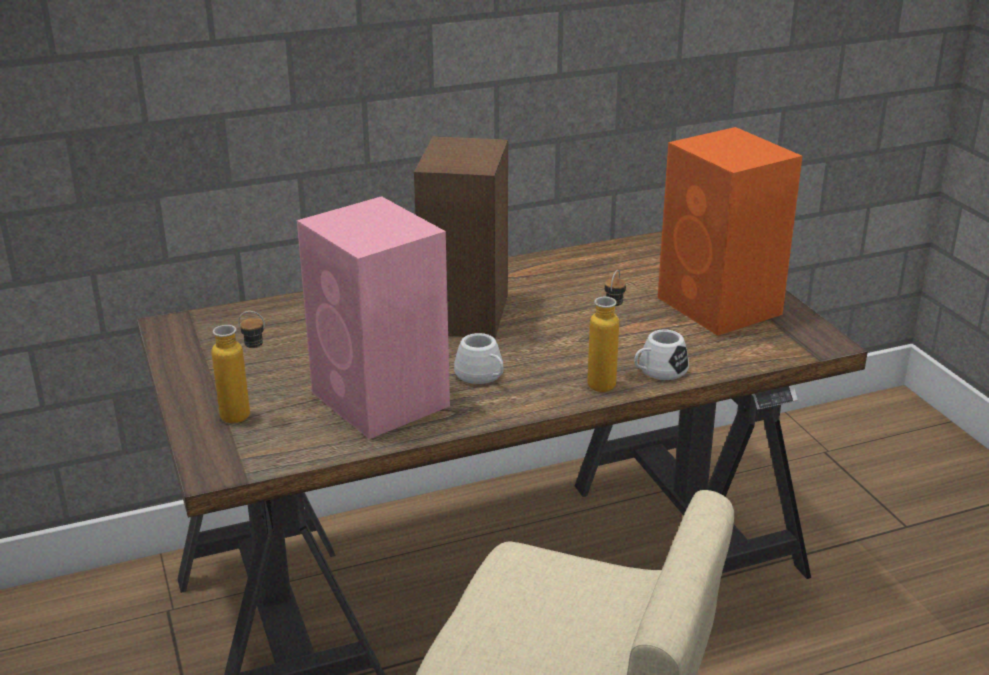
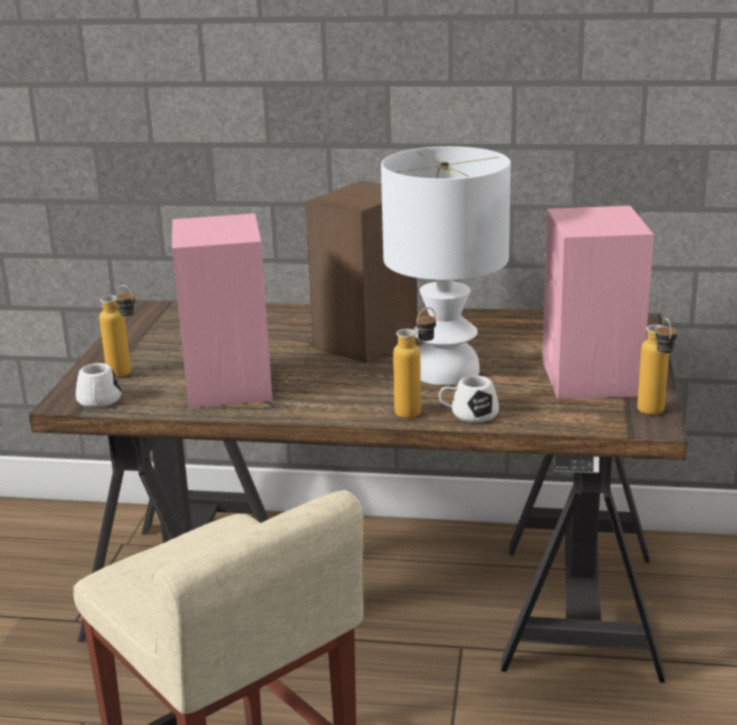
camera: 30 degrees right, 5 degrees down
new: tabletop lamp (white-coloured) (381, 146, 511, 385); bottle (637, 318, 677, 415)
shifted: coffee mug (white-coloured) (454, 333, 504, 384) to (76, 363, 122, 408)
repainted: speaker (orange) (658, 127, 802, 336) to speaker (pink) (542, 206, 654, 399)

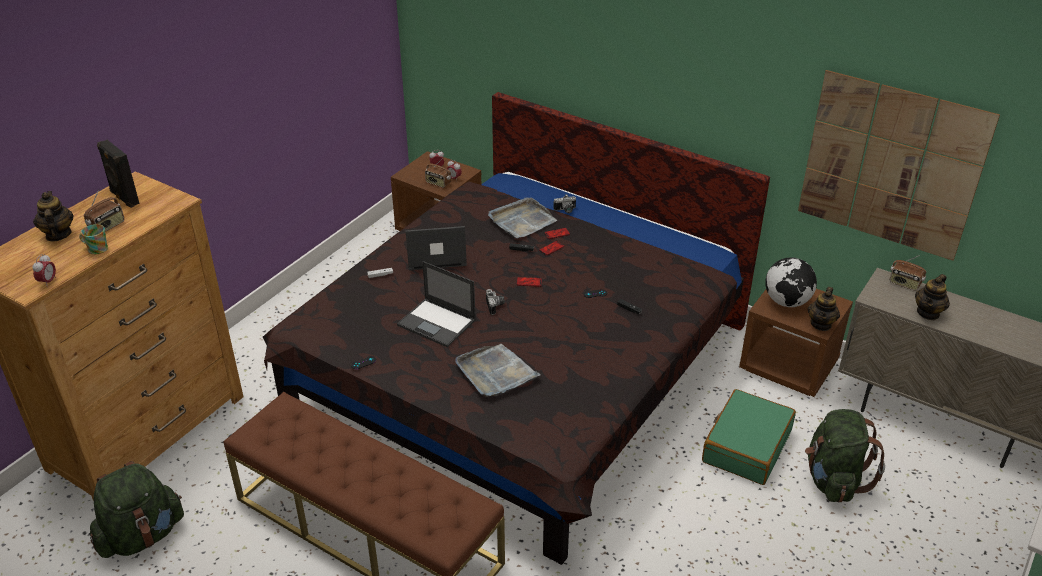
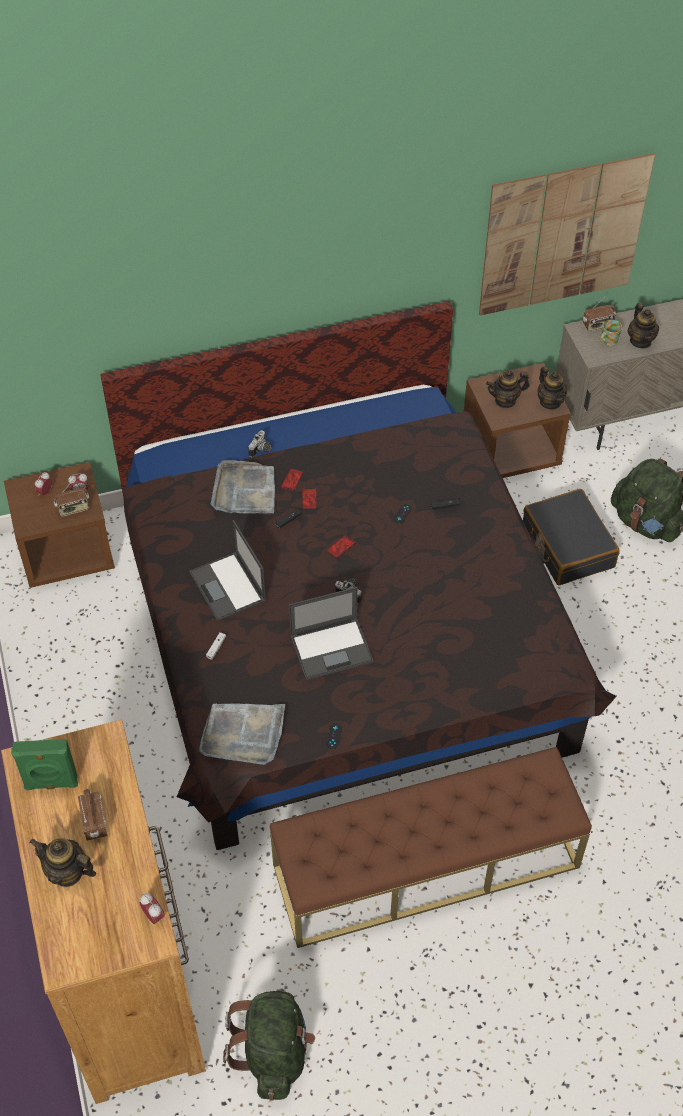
camera: 50 degrees left, 15 degrees up
shifted: tray (greyish) (455, 344, 541, 397) to (199, 703, 285, 765); coffee mug (79, 224, 108, 254) to (600, 320, 622, 346)
swapped: world globe (765, 258, 817, 307) to teapot (486, 370, 530, 408)
repainted: speaker (black-coloured) (97, 140, 140, 208) to speaker (green) (11, 739, 78, 790); piece of luggage (green) (702, 389, 796, 485) to piece of luggage (black-coloured) (523, 489, 620, 585)
rotated: portable computer (406, 226, 467, 270) = (189, 520, 266, 621) 60 degrees counterclockwise

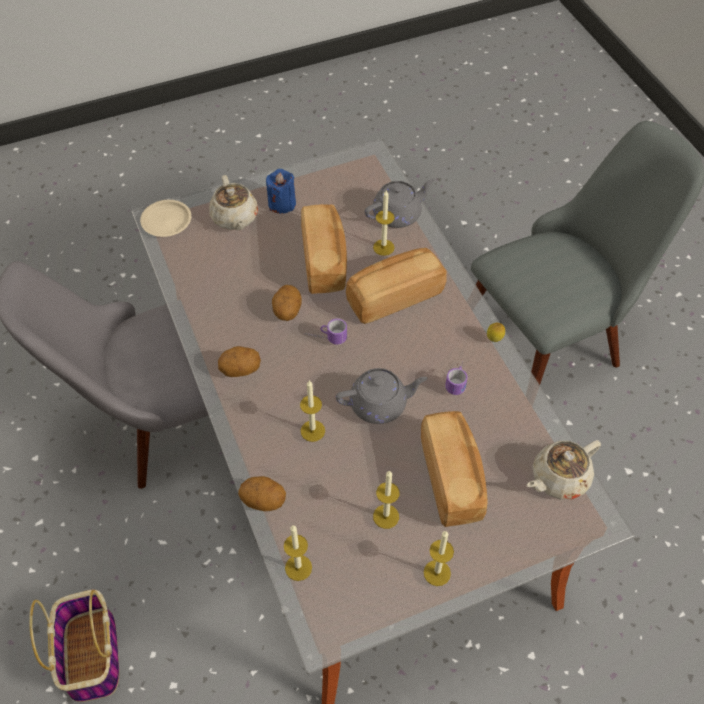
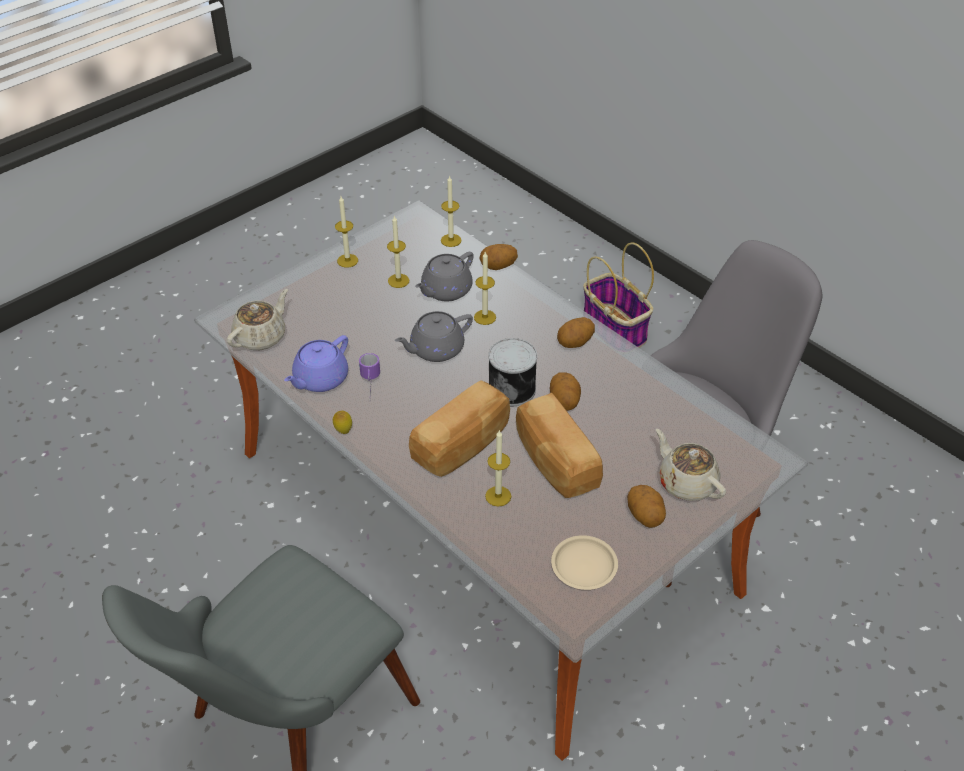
camera: 160 degrees right, 10 degrees down
gone: baked bread (421, 411, 488, 527)
new: teapot (purple-coloured) (284, 335, 348, 392)
shifted: teapot (greyish) (365, 179, 435, 228) to (415, 252, 474, 302); dinner plate (sand-coloured) (140, 200, 191, 237) to (551, 535, 618, 590)
swapped: coffee mug (306, 319, 347, 345) to metal can (488, 338, 537, 406); wax light (blue-coloured) (266, 169, 296, 214) to potato (627, 485, 666, 528)

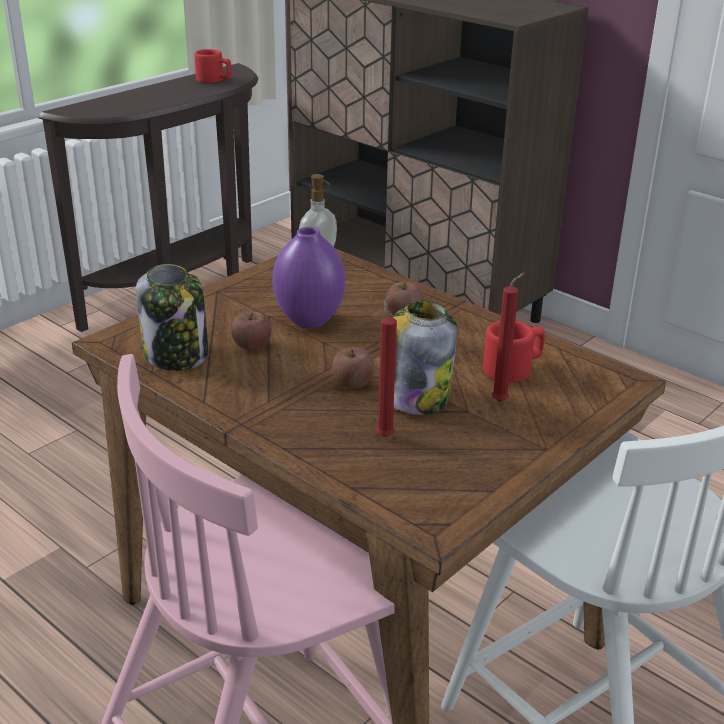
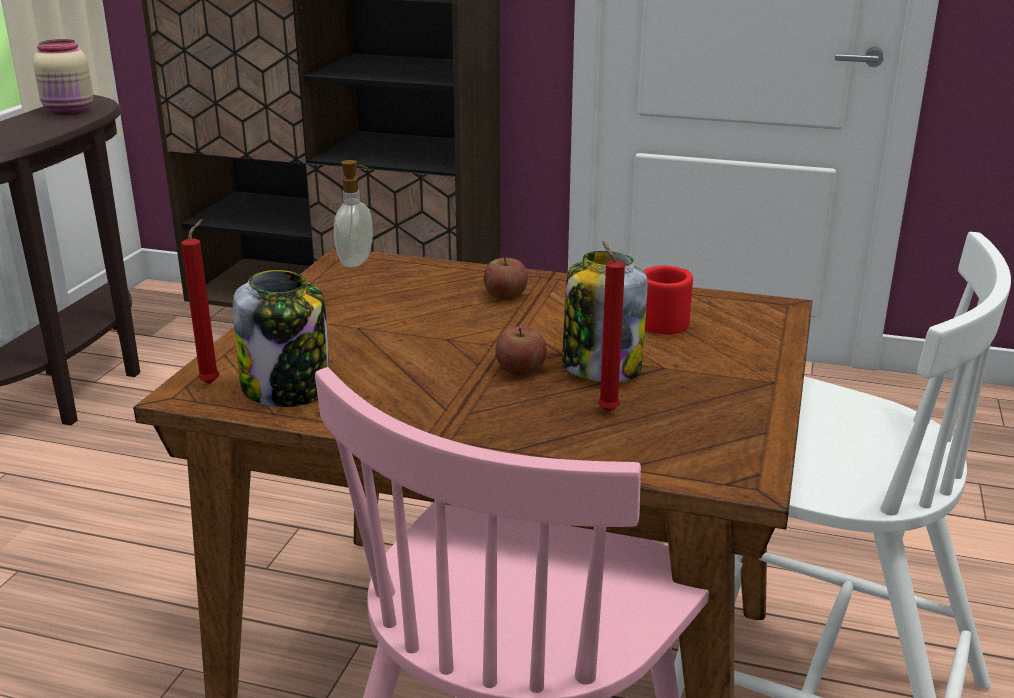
camera: 25 degrees left, 5 degrees down
gone: apple (231, 311, 272, 351); decorative vase (purple-coloured) (272, 227, 346, 328)
shifted: wax light (red) (492, 273, 524, 402) to (181, 219, 219, 384)
swapped: coffee mug (red) (194, 49, 232, 83) to jar (sand-coloured) (33, 39, 93, 115)

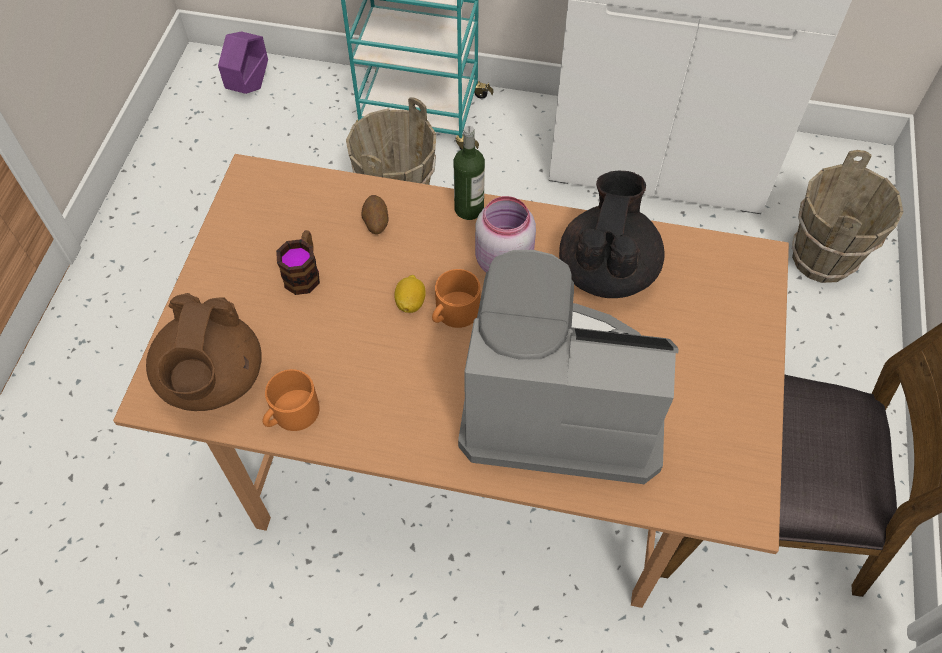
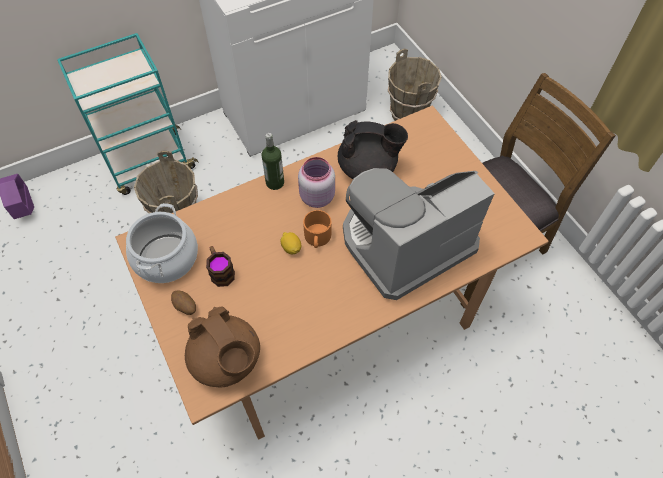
camera: 40 degrees left, 0 degrees up
gone: coffee mug (orange) (263, 369, 320, 431)
new: stockpot (126, 203, 198, 283)
shifted: potato (362, 195, 389, 234) to (171, 291, 196, 315)
rotated: teapot (black-coloured) (559, 171, 665, 298) = (338, 120, 408, 179) 120 degrees clockwise

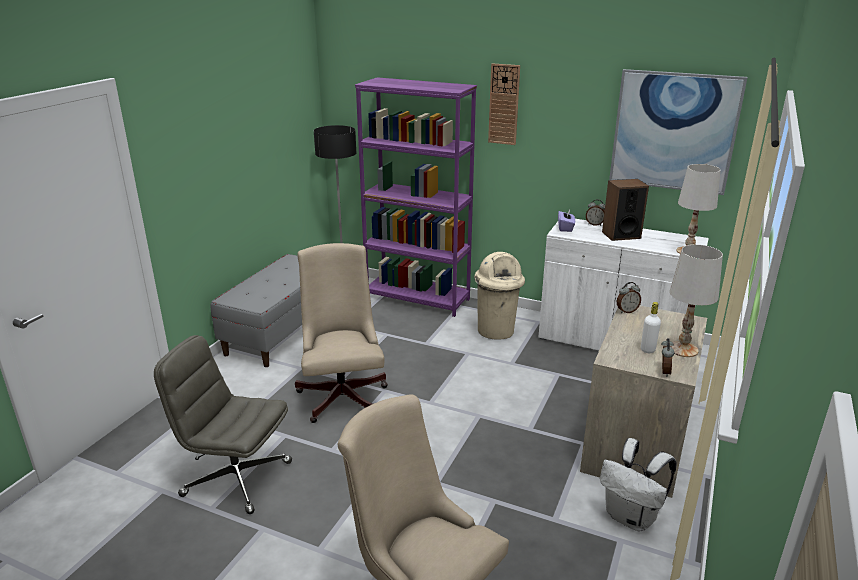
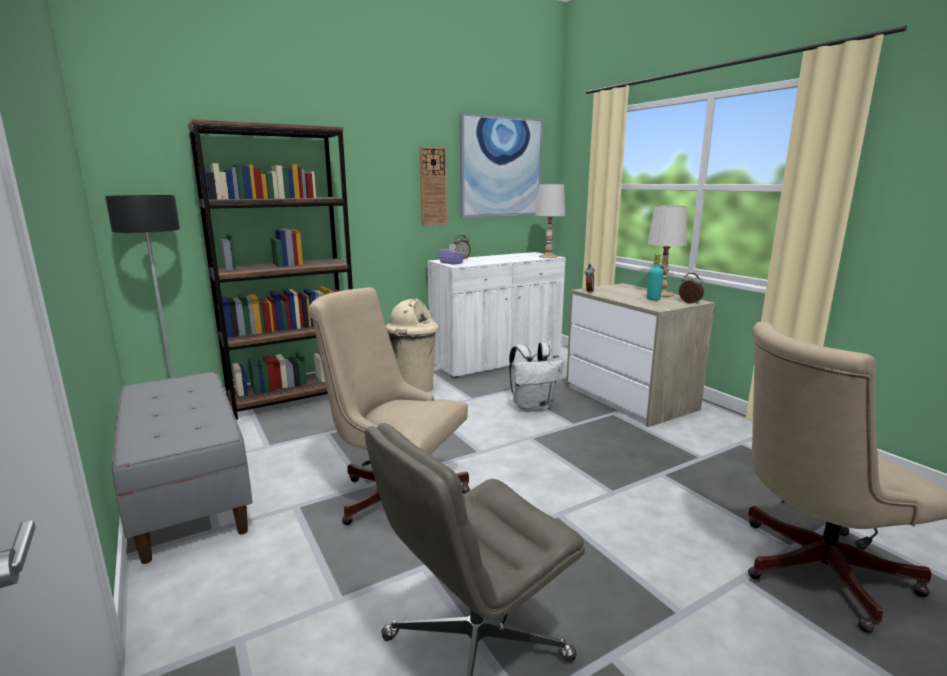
camera: 55 degrees left, 10 degrees down
gone: speaker (602, 179, 649, 241)
shifted: clock on the wall (488, 63, 520, 145) to (420, 147, 447, 226); backpack (white-coloured) (600, 438, 677, 532) to (509, 342, 563, 412)
repainted: bookshelf (purple-coloured) (355, 77, 477, 317) to bookshelf (brown-coloured) (188, 119, 353, 420); bottle (white-coloured) (641, 302, 661, 353) to bottle (turquoise) (647, 254, 664, 301)

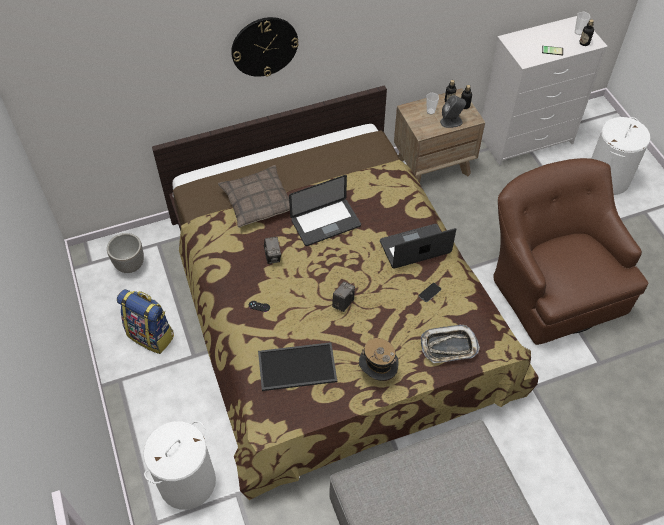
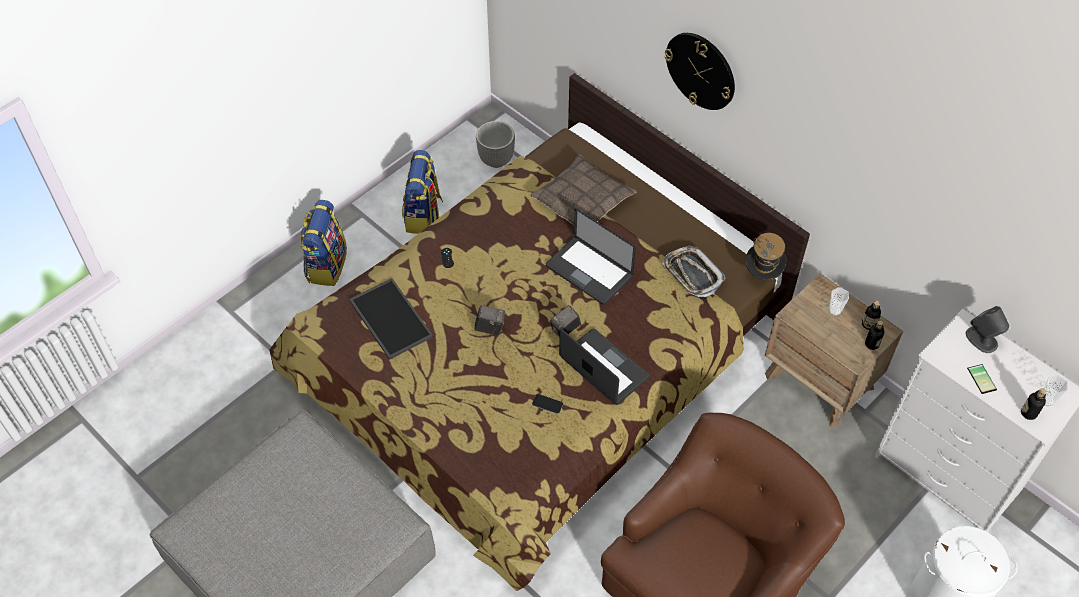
camera: 65 degrees right, 0 degrees up
gone: laundry basket (white-coloured) (143, 421, 216, 510)
new: backpack (301, 200, 347, 286)
shifted: photo camera (264, 237, 281, 264) to (550, 305, 581, 337); tray (421, 325, 480, 363) to (662, 246, 726, 297); hat (358, 338, 399, 381) to (746, 233, 787, 280); speaker (greyish) (440, 95, 466, 128) to (966, 306, 1009, 353)

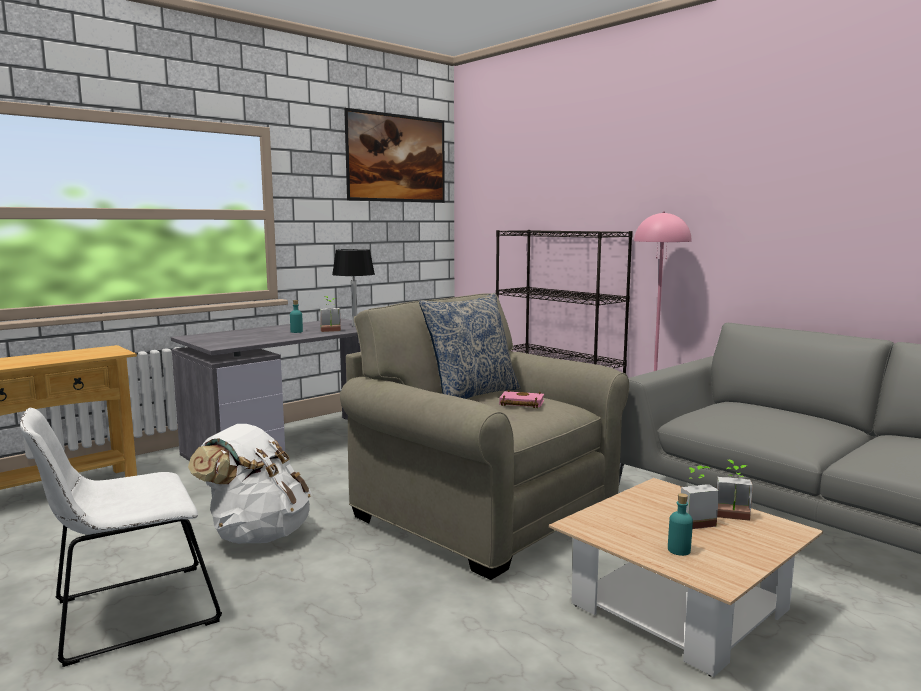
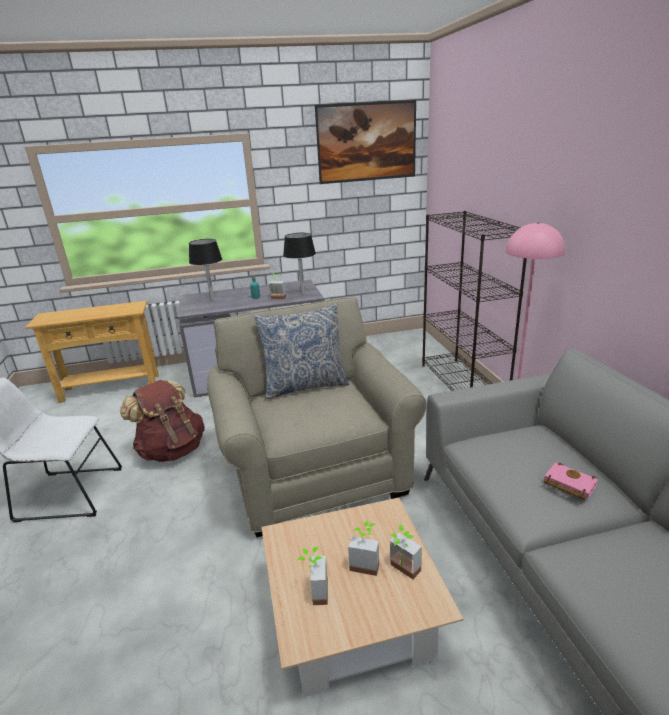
camera: 30 degrees right, 15 degrees up
new: tabletop lamp (black-coloured) (189, 239, 222, 300)
shifted: volume (pink) (499, 390, 544, 408) to (544, 462, 598, 500)
swapped: bottle (turquoise) (668, 493, 693, 556) to potted plant (298, 547, 328, 605)
repainted: backpack (white-coloured) (188, 424, 312, 544) to backpack (brown-coloured) (120, 380, 205, 462)

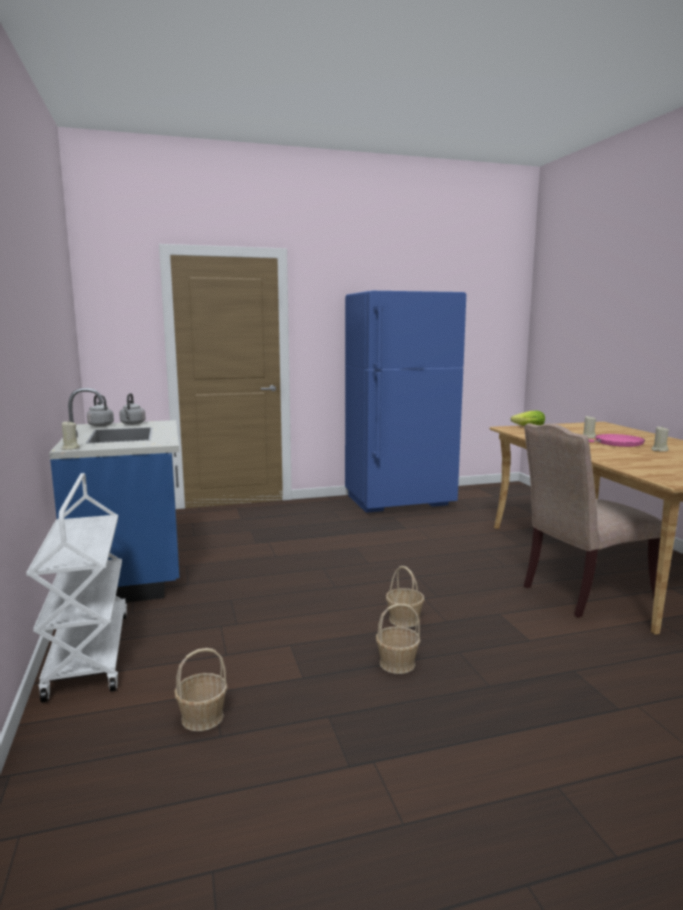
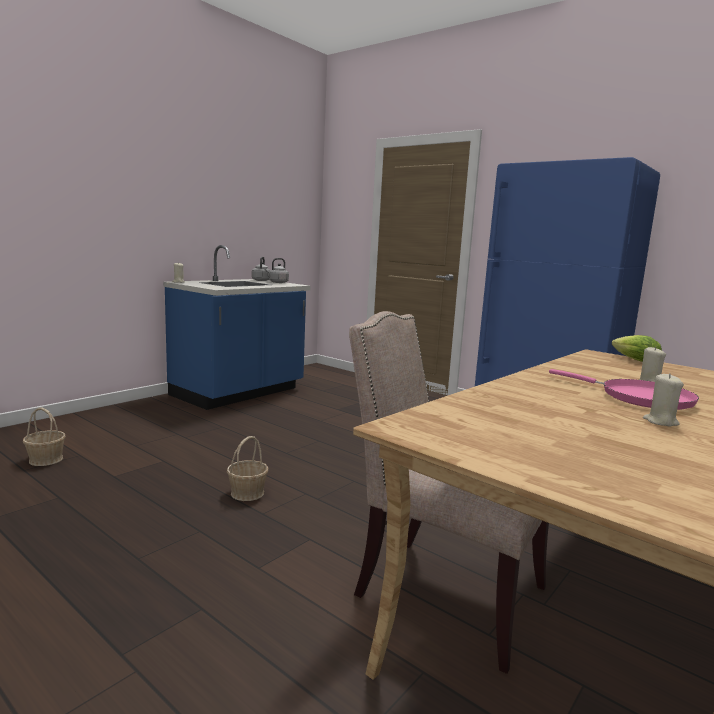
camera: 55 degrees right, 0 degrees up
gone: cart (white-coloured) (26, 473, 127, 703); household basket (376, 603, 420, 674)

